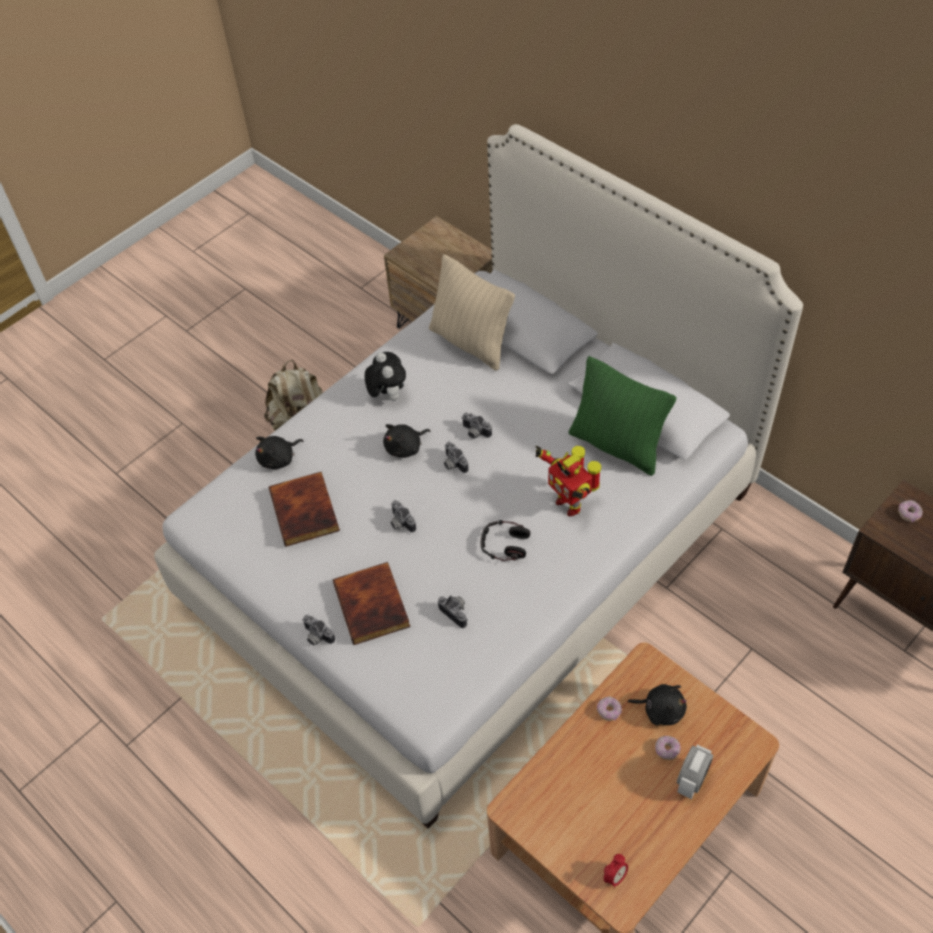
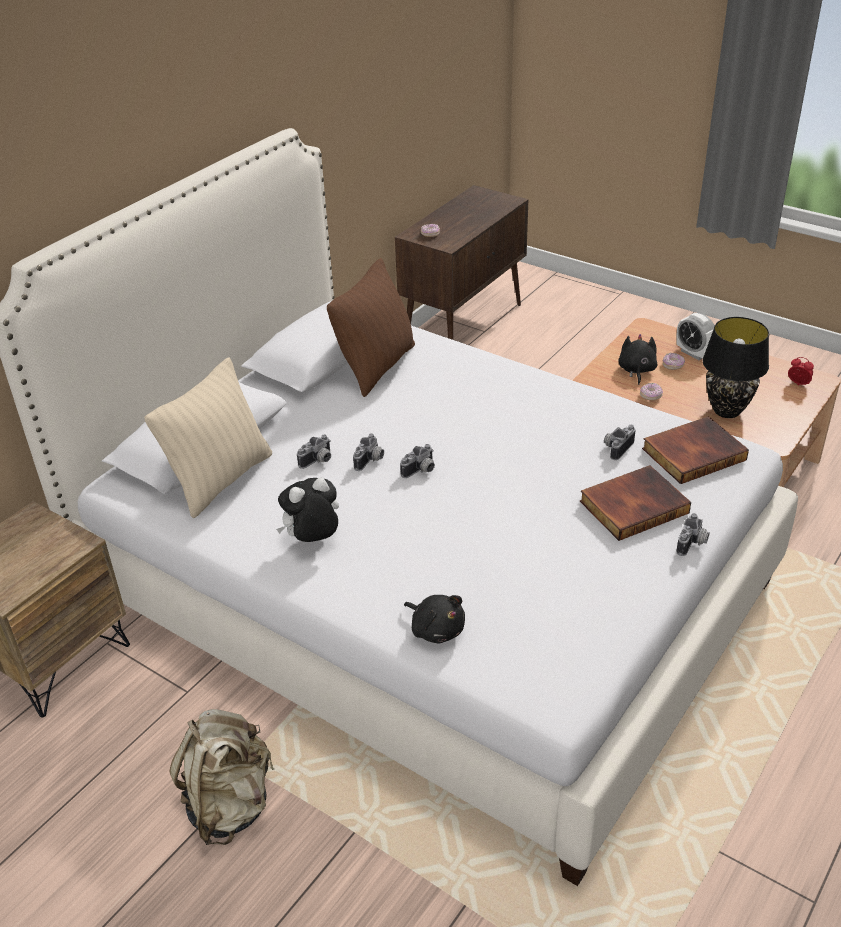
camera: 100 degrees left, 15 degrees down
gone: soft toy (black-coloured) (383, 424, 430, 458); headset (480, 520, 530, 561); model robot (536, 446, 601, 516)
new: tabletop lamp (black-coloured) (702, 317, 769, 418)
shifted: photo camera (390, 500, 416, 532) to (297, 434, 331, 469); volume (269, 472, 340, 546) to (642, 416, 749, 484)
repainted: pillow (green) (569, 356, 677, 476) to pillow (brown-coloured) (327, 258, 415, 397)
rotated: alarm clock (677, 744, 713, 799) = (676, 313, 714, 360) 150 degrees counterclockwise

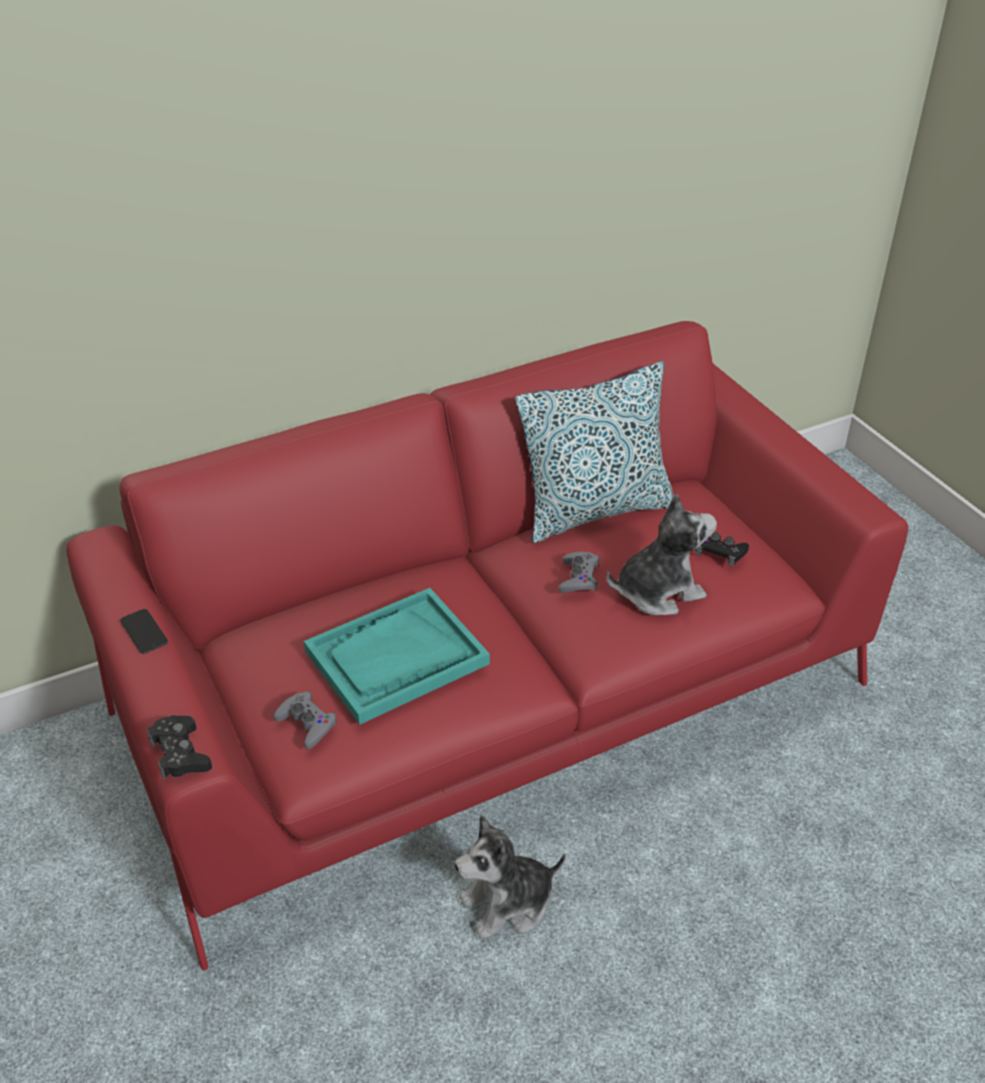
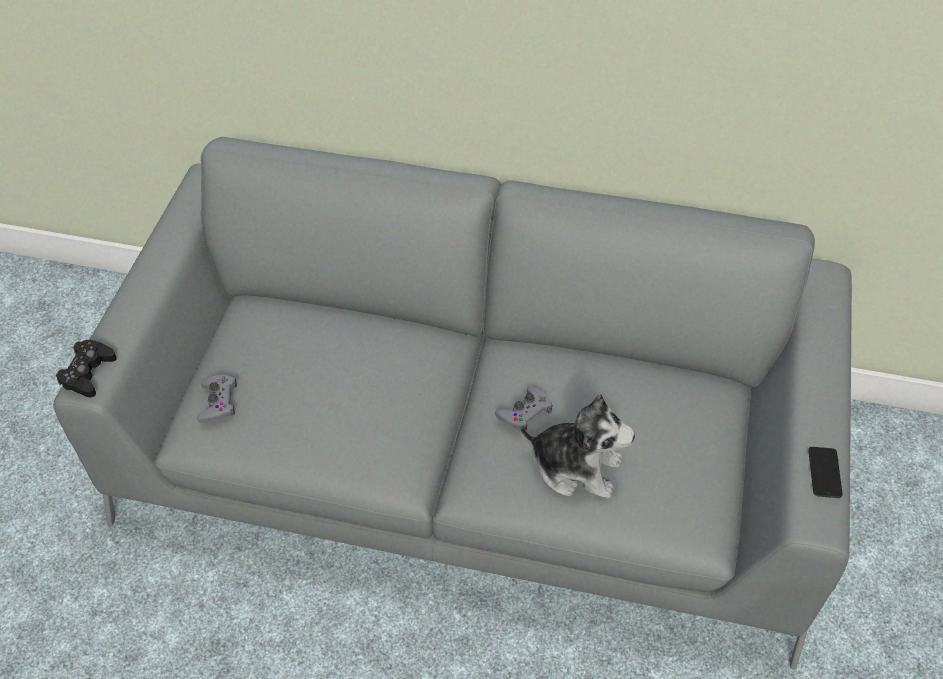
camera: 40 degrees right, 10 degrees up
gone: tray (turquoise) (304, 588, 490, 725); soft toy (455, 815, 566, 940); pillow (515, 361, 674, 543); gamepad (black-coloured) (695, 532, 749, 566)
shifted: handset (120, 609, 168, 654) to (808, 447, 843, 498)
repainted: settee (red) (66, 321, 908, 970) to settee (greyish) (53, 137, 852, 670)

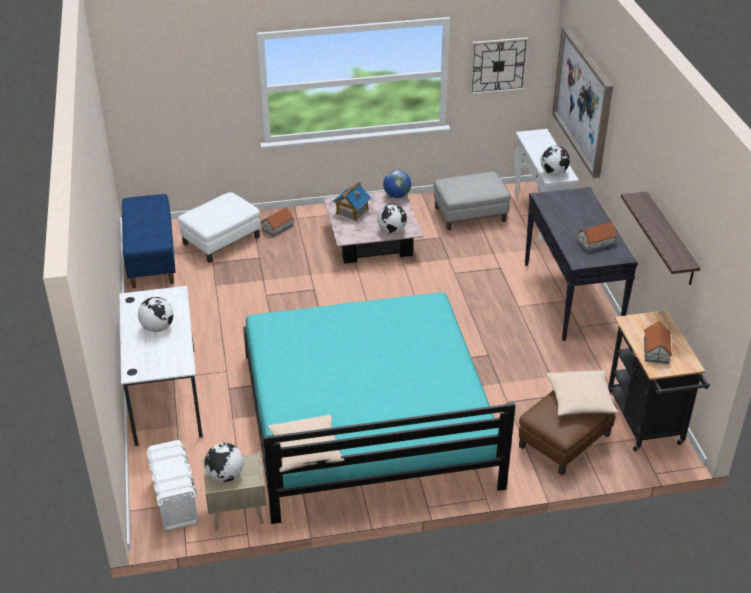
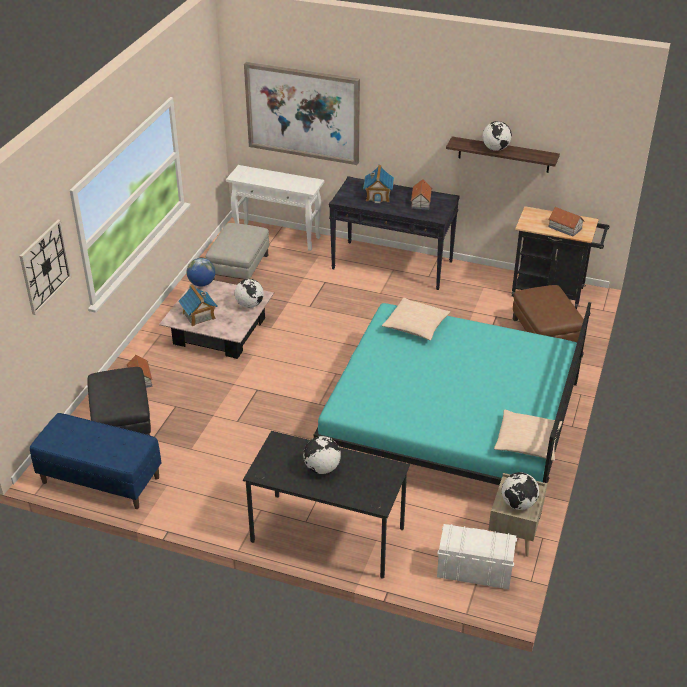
camera: 60 degrees left, 0 degrees up
new: toy house (363, 165, 394, 204)
shifted: clock on the wall (469, 37, 529, 95) to (20, 220, 71, 315); pillow (sand-coloured) (546, 370, 618, 416) to (382, 298, 450, 340); world globe (540, 146, 570, 175) to (483, 121, 512, 151)
repainted: footrest (white-coloured) (178, 192, 260, 263) to footrest (black-coloured) (87, 367, 151, 435); desk table (white-coloured) (120, 286, 203, 446) to desk table (black-coloured) (243, 431, 410, 579)

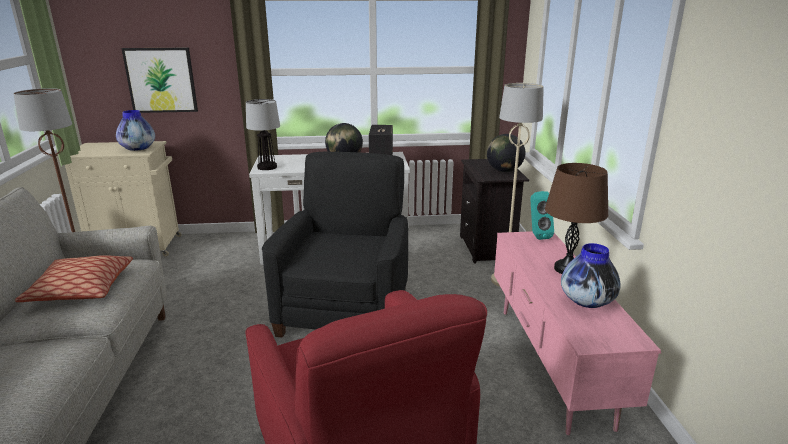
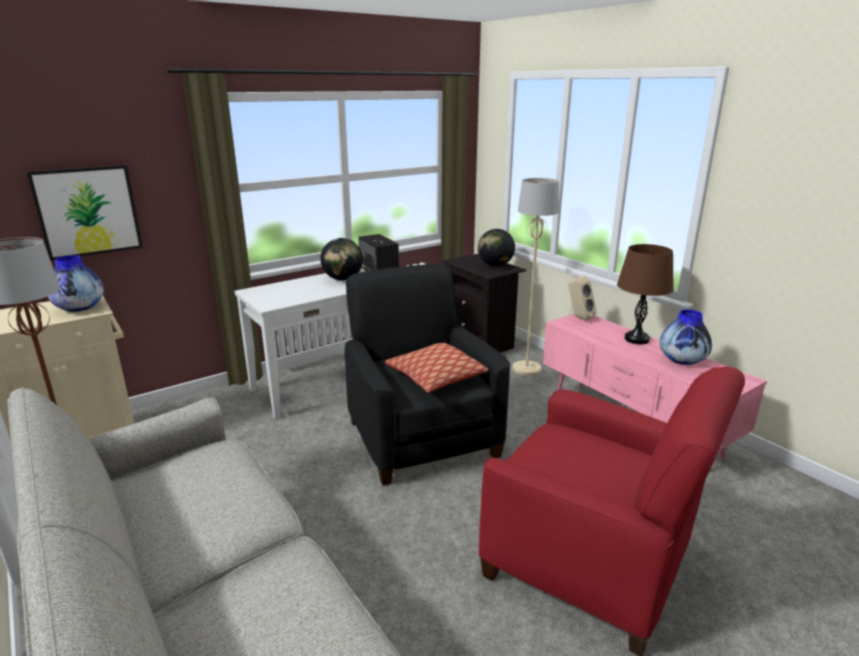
camera: 30 degrees left, 0 degrees up
gone: tabletop lamp (246, 99, 280, 170)
shifted: pillow (15, 255, 133, 302) to (385, 343, 488, 393)
repainted: speaker (turquoise) (530, 191, 554, 240) to speaker (sand-coloured) (568, 276, 597, 321)

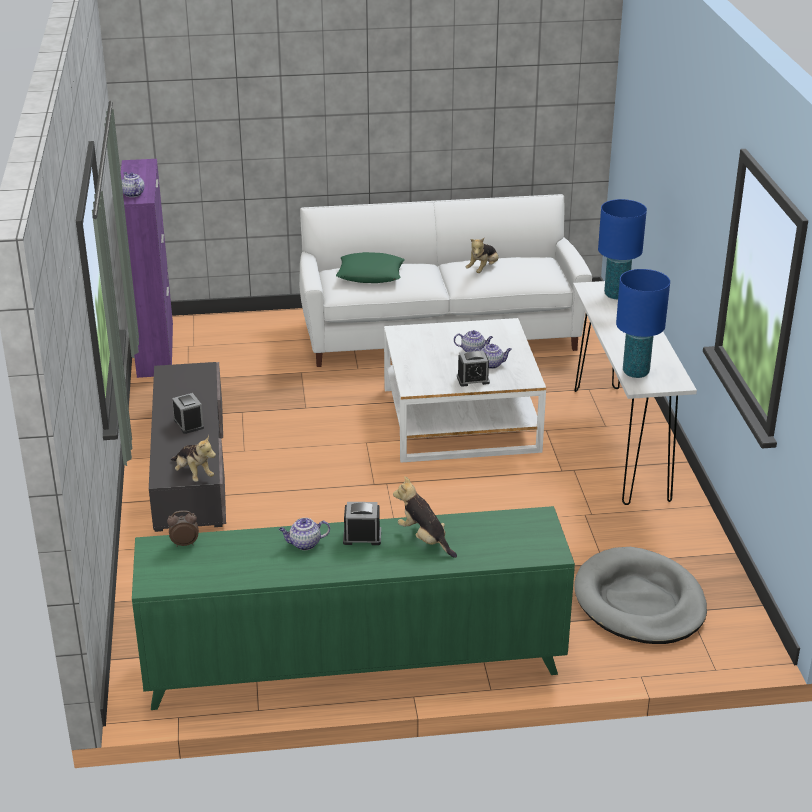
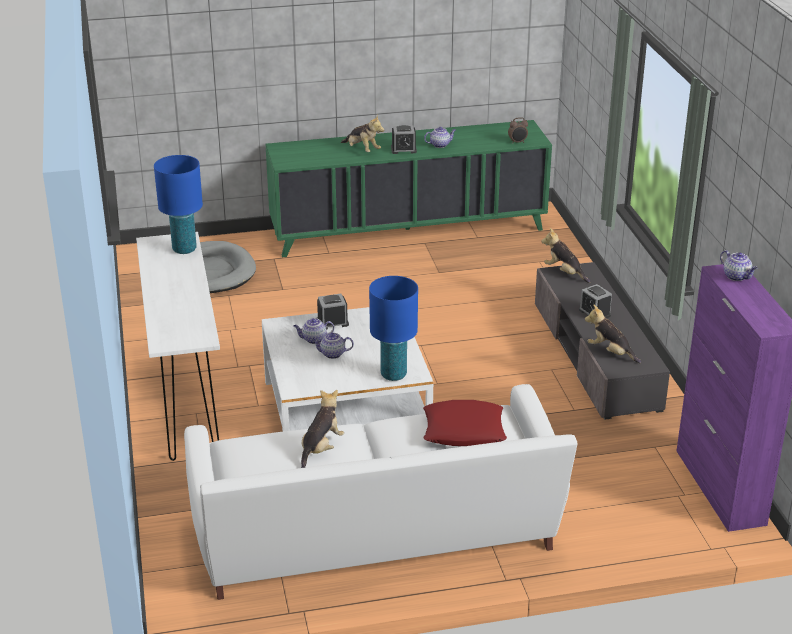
camera: 175 degrees right, 0 degrees up
new: soft toy (585, 304, 641, 363)
shifted: tabletop lamp (blue-coloured) (598, 199, 647, 299) to (369, 276, 418, 381)
repainted: pillow (green) (336, 252, 404, 283) to pillow (red) (423, 400, 507, 446)

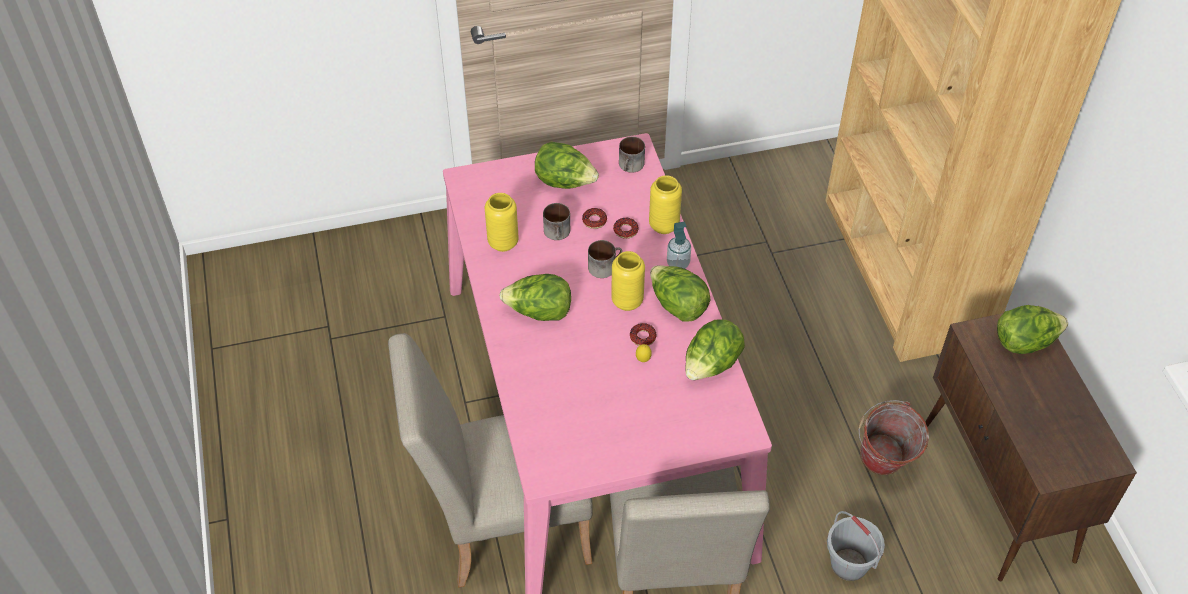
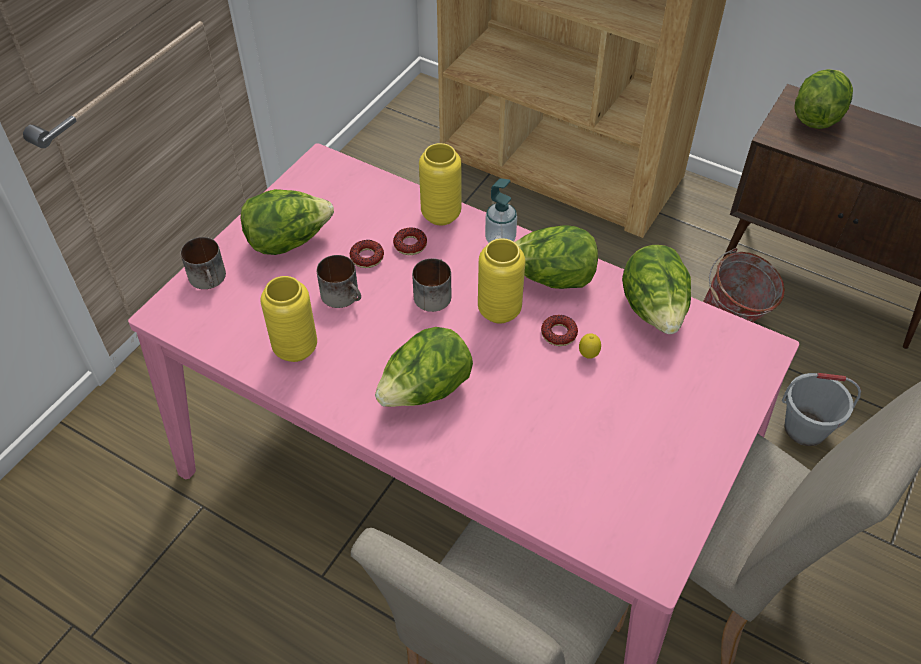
camera: 45 degrees left, 0 degrees up
shifted: coffee mug (619, 136, 645, 173) to (180, 237, 226, 289)

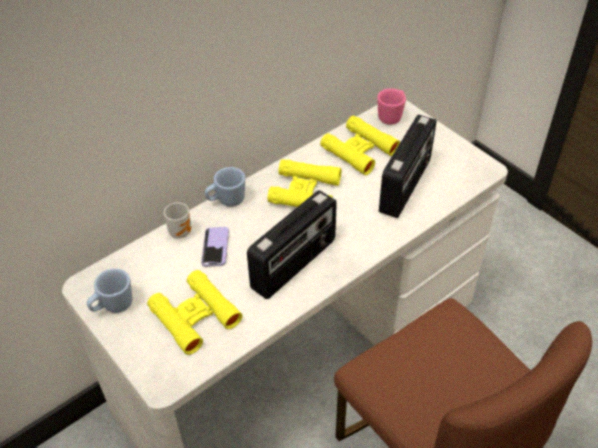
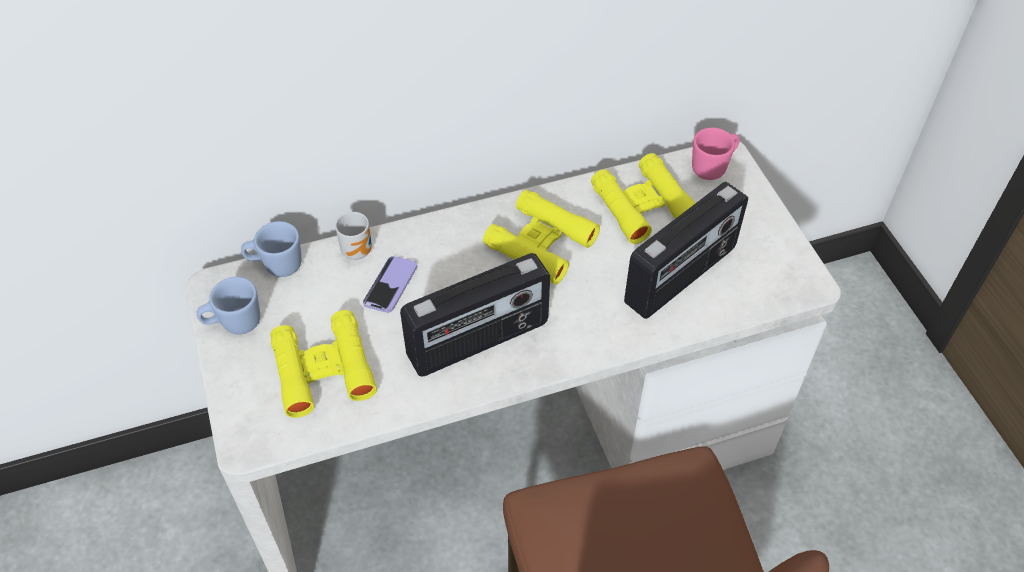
camera: 20 degrees right, 5 degrees up
shifted: coffee mug (blue-coloured) (205, 167, 245, 207) to (241, 221, 301, 277)

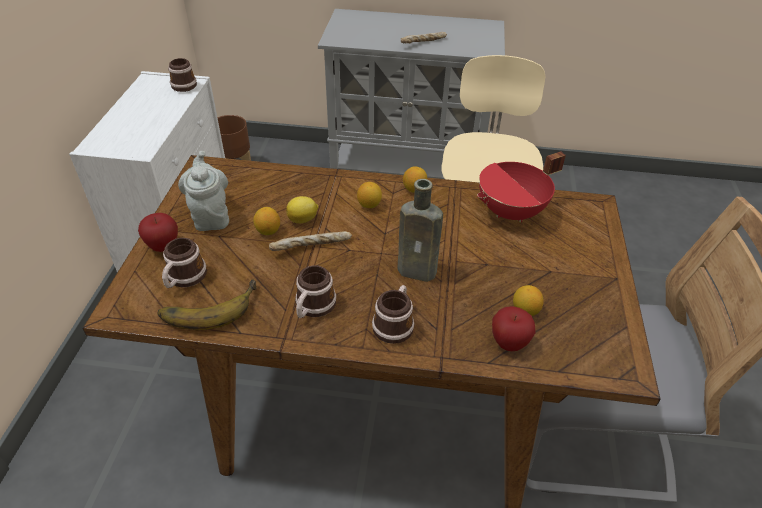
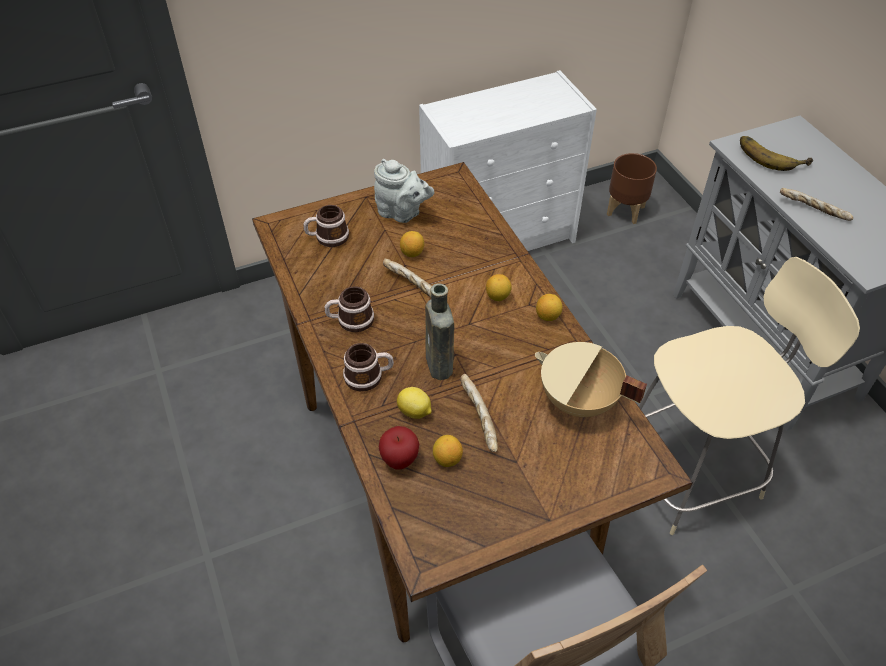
camera: 60 degrees right, 5 degrees up
gone: apple (138, 213, 178, 252); coffee mug (168, 58, 197, 92)
new: baked bread (460, 374, 498, 452)
shifted: lemon (286, 196, 318, 223) to (397, 387, 432, 419); banana (157, 279, 257, 330) to (740, 136, 813, 171)
repainted: stockpot (red) (477, 151, 566, 222) to stockpot (sand-coloured) (535, 342, 647, 417)
rotated: teapot (greyish) (178, 151, 229, 231) = (374, 159, 435, 223) 75 degrees clockwise

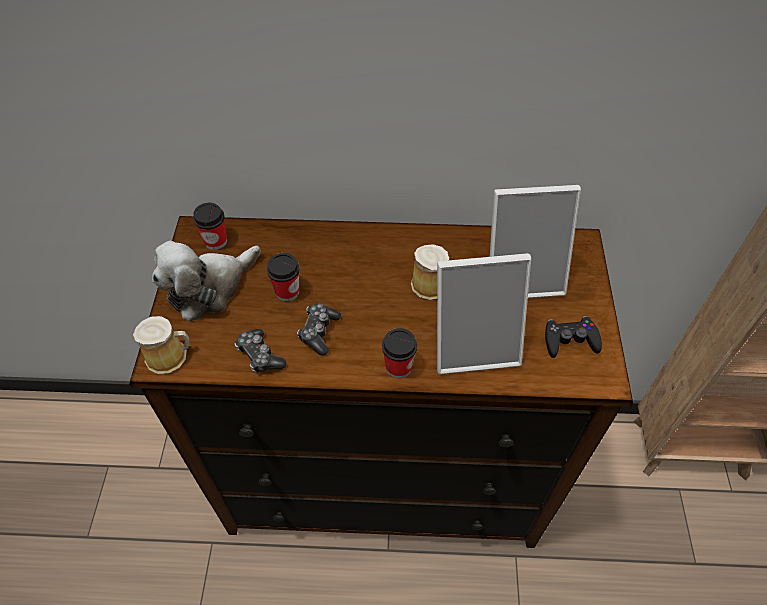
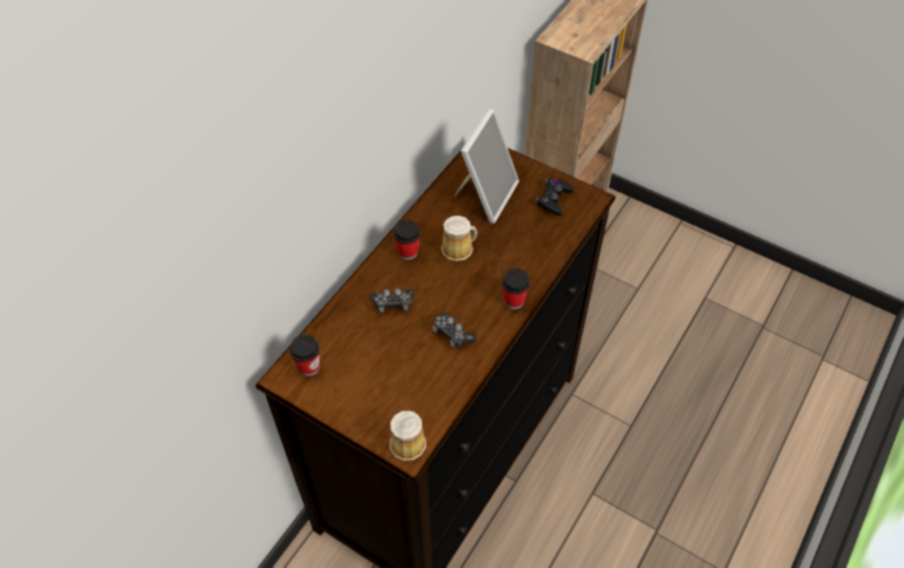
camera: 60 degrees left, 0 degrees up
gone: soft toy (152, 241, 261, 322); standing frame (437, 253, 531, 374)
shifted: gamepad (234, 329, 287, 373) to (370, 288, 414, 313); cup (267, 253, 300, 301) to (394, 220, 420, 260)

